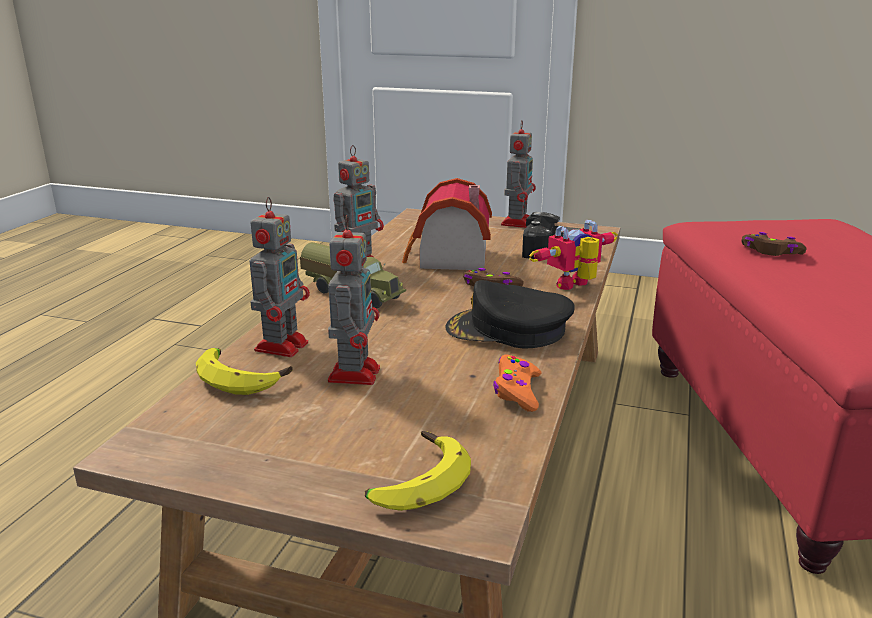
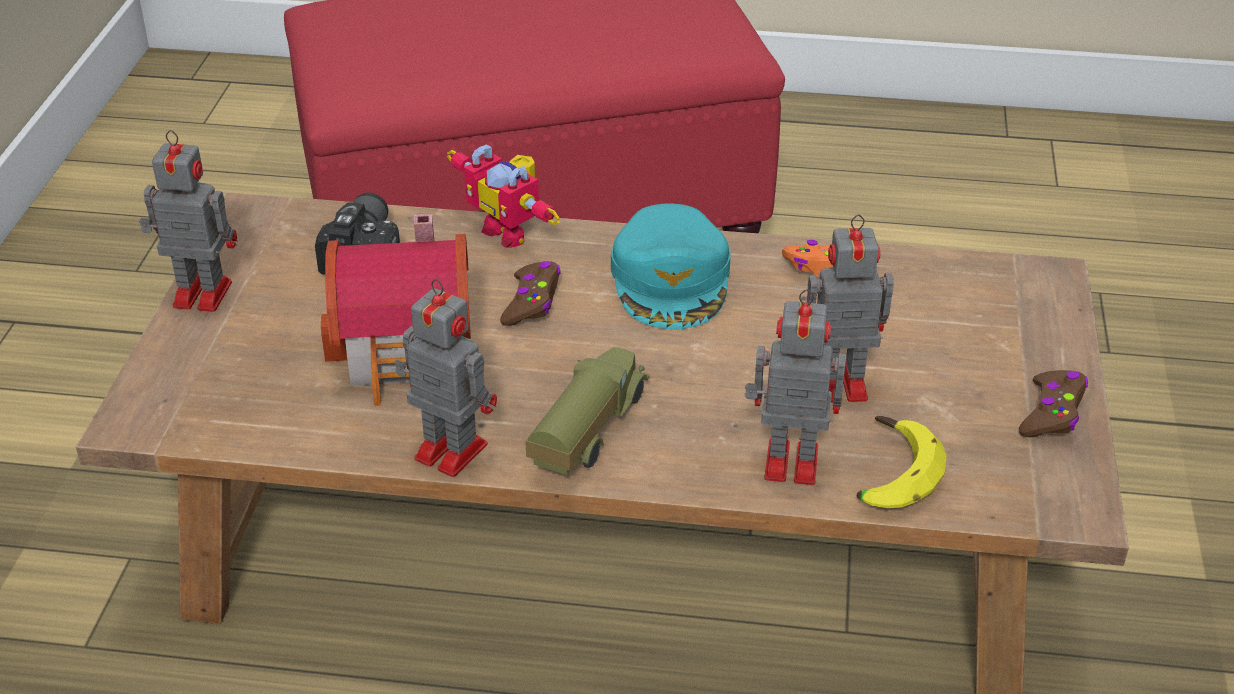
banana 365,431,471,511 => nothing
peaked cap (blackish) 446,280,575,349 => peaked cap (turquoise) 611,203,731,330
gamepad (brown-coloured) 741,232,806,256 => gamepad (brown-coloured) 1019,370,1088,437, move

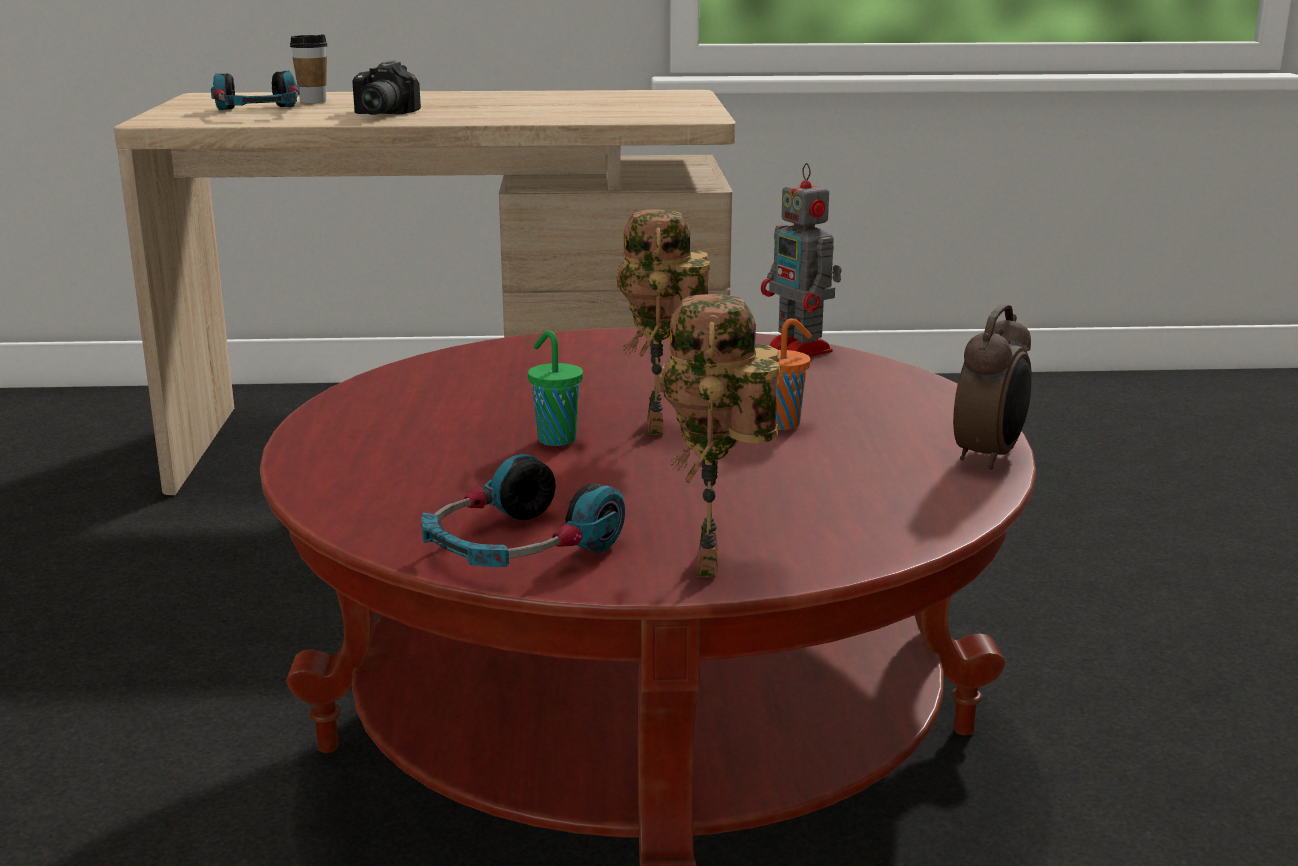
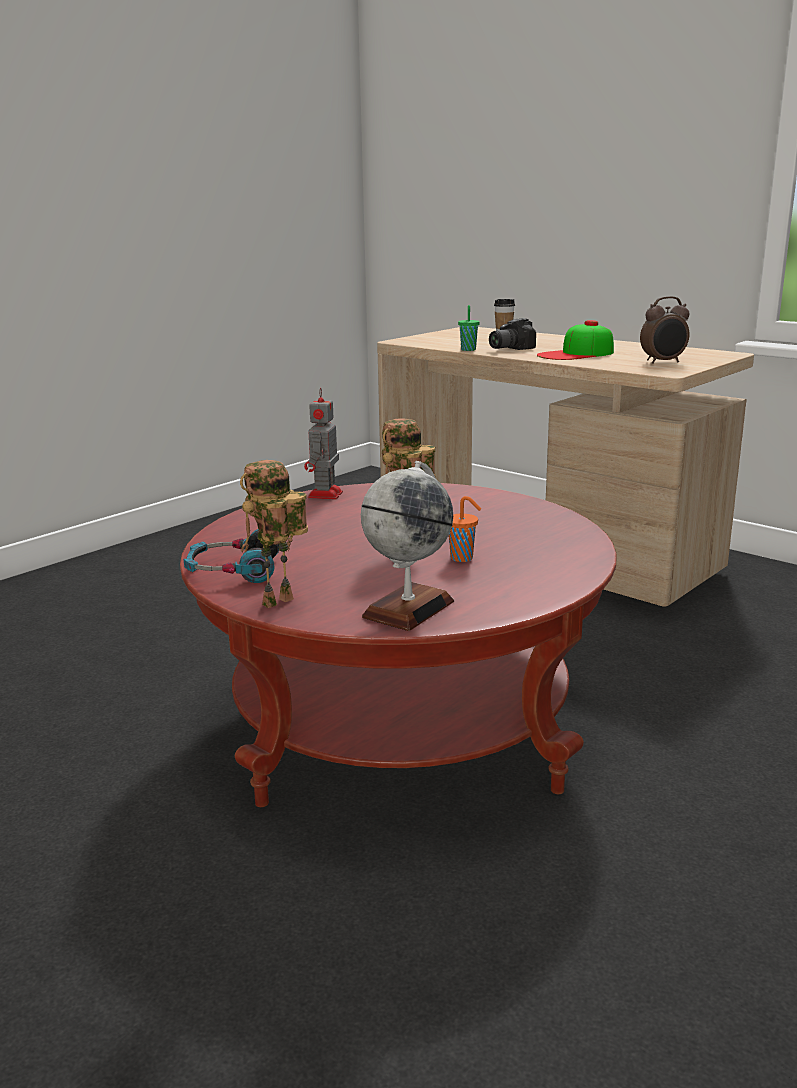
headphones 211,71,300,110 => nothing
cup (green-coloured) 528,330,583,446 => cup (green-coloured) 458,305,480,351, move
toy robot 761,163,841,357 => toy robot 304,388,343,499, move
table clock 953,304,1032,470 => table clock 640,296,690,364, move
nothing => globe 361,461,454,631
nothing => peaked cap 537,320,614,360

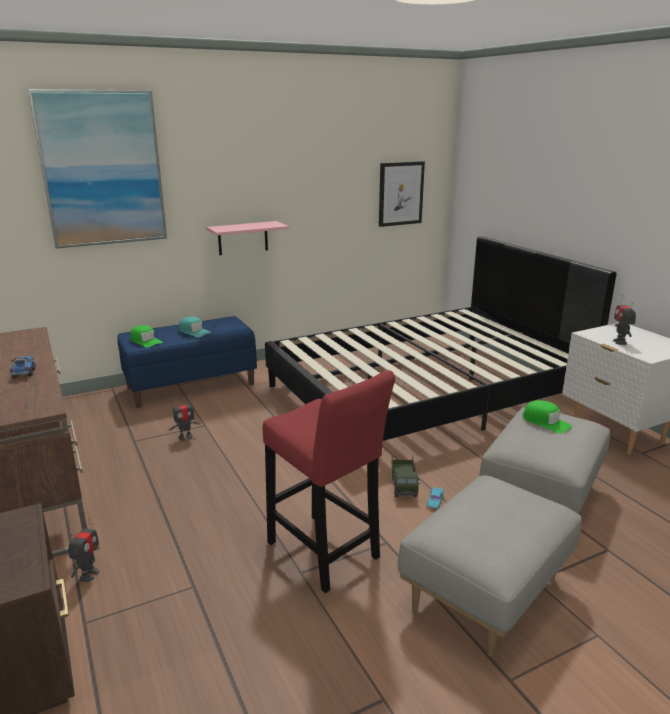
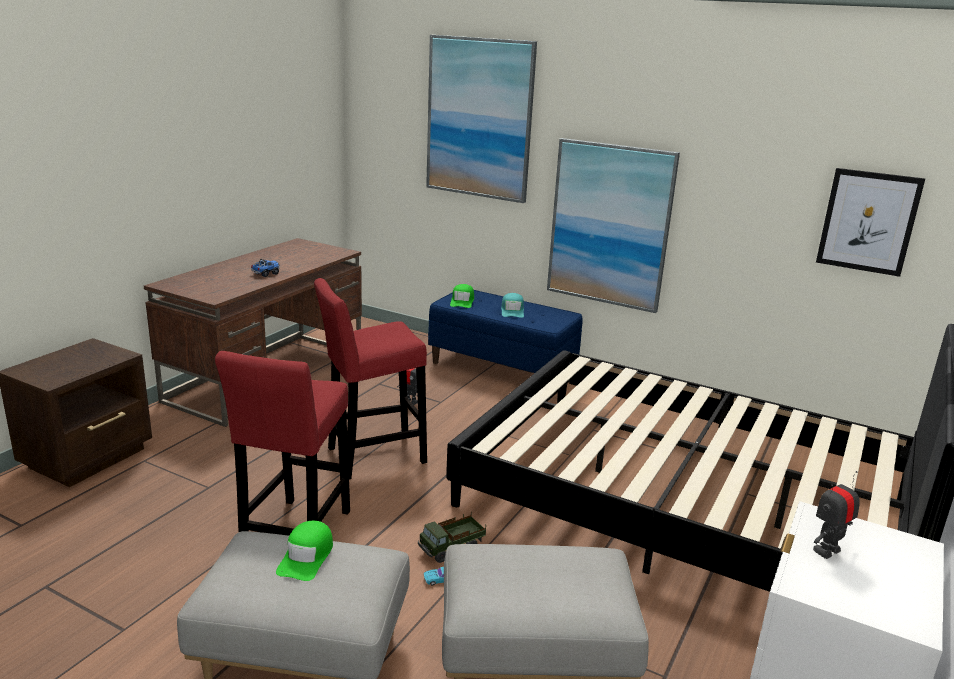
toy robot 68,517,99,582 => nothing
bracket shelf (pink) 207,221,289,255 => wall picture 547,138,680,313
peaked cap (green-coloured) 522,400,572,434 => peaked cap (green-coloured) 276,521,333,581, move
nothing => stool (red) 314,278,427,480

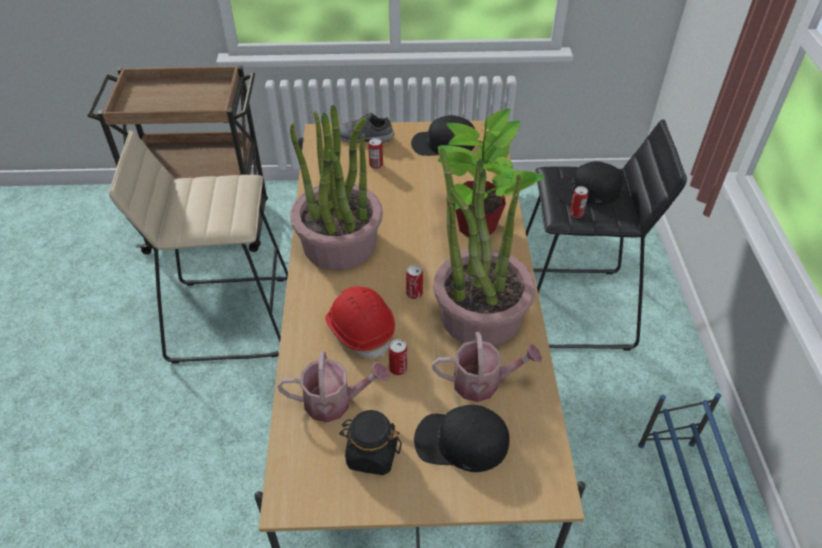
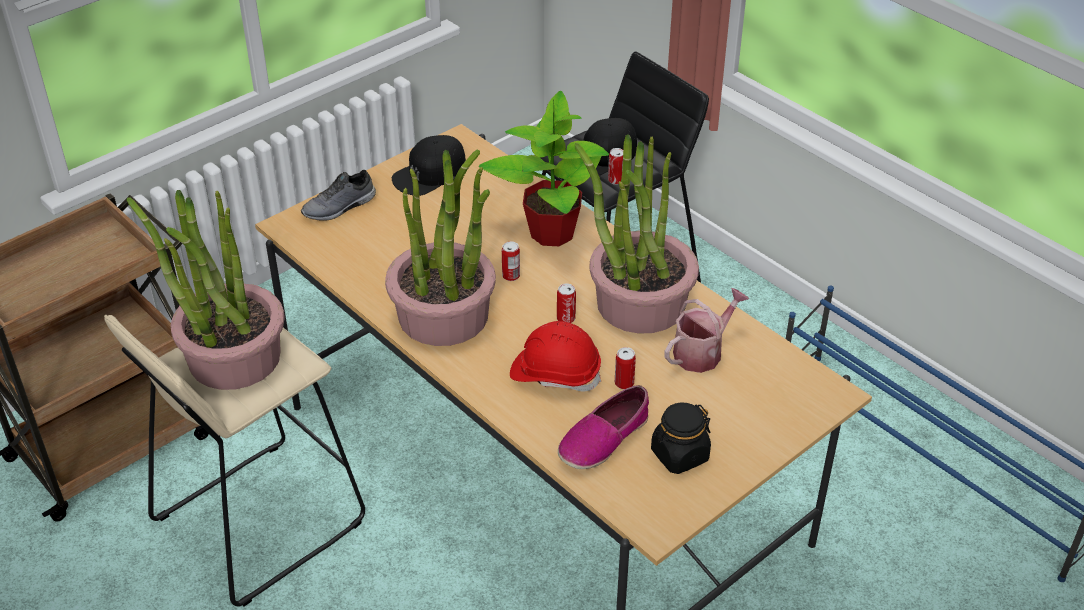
watering pot 277,351,389,423 => shoe 558,385,649,469
sealed can 368,138,383,169 => sealed can 502,241,520,281, move
peaked cap (blackish) 414,405,510,472 => nothing
nothing => potted plant 127,190,284,390

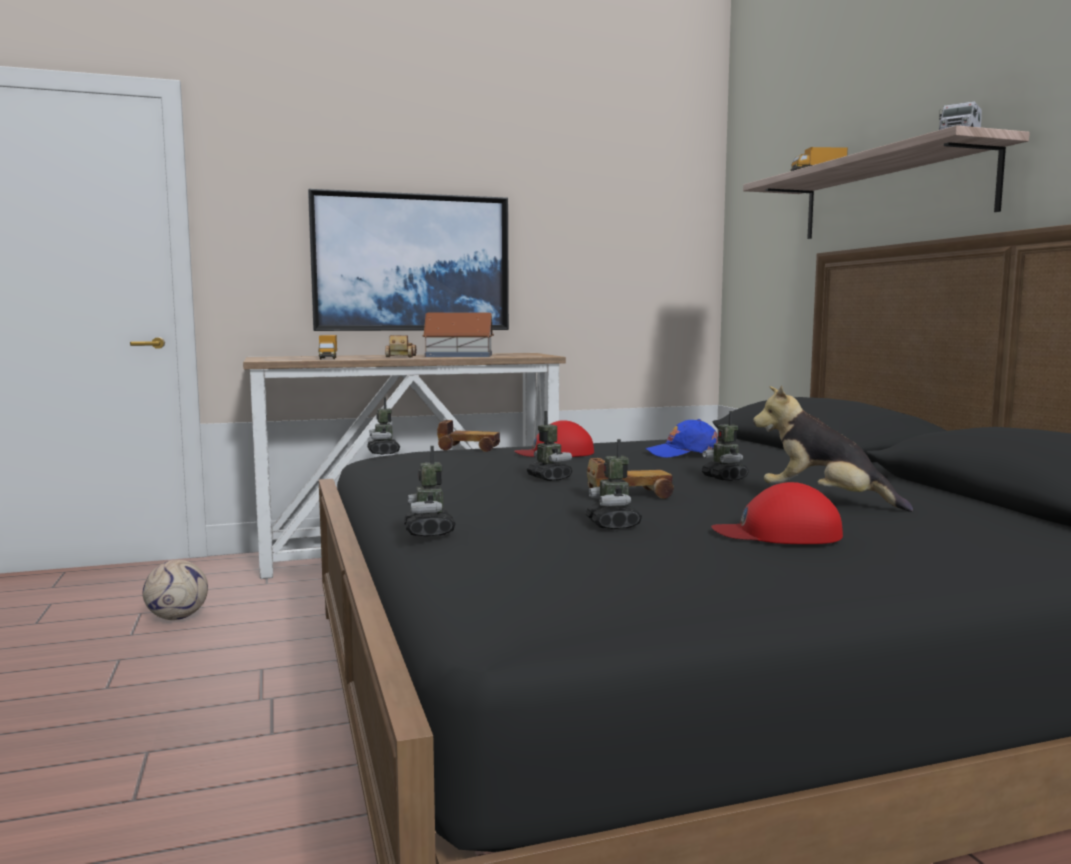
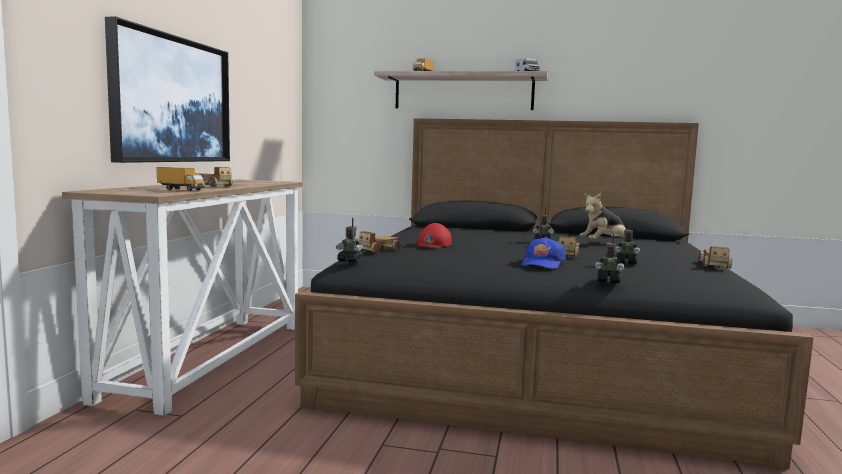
football ball 143,560,208,620 => nothing
miniature house 423,312,494,357 => nothing
toy robot 527,411,572,481 => nothing
peaked cap (blue-coloured) 645,419,718,458 => peaked cap (blue-coloured) 521,237,566,269, move
peaked cap (red) 711,482,843,544 => nothing
nothing => miniature car 699,246,732,268

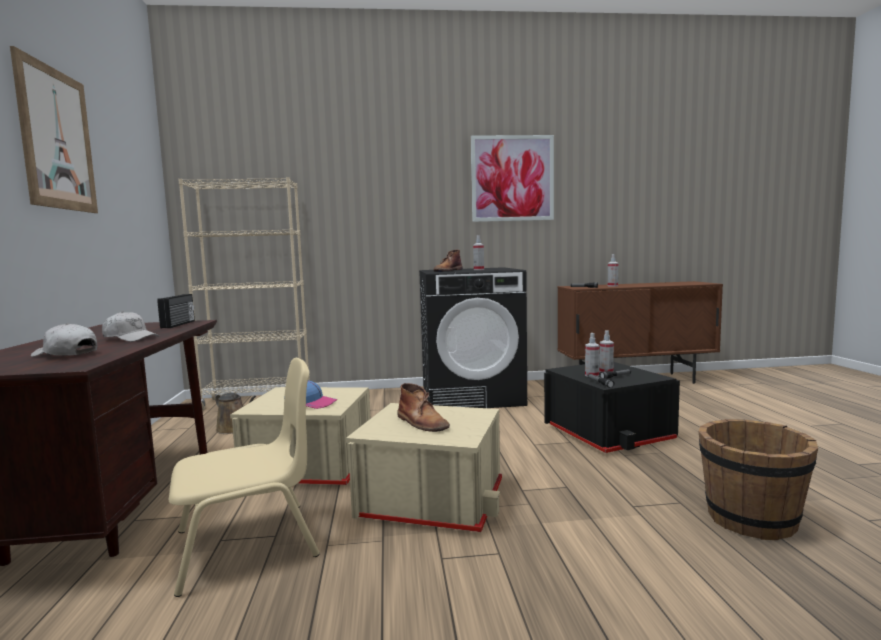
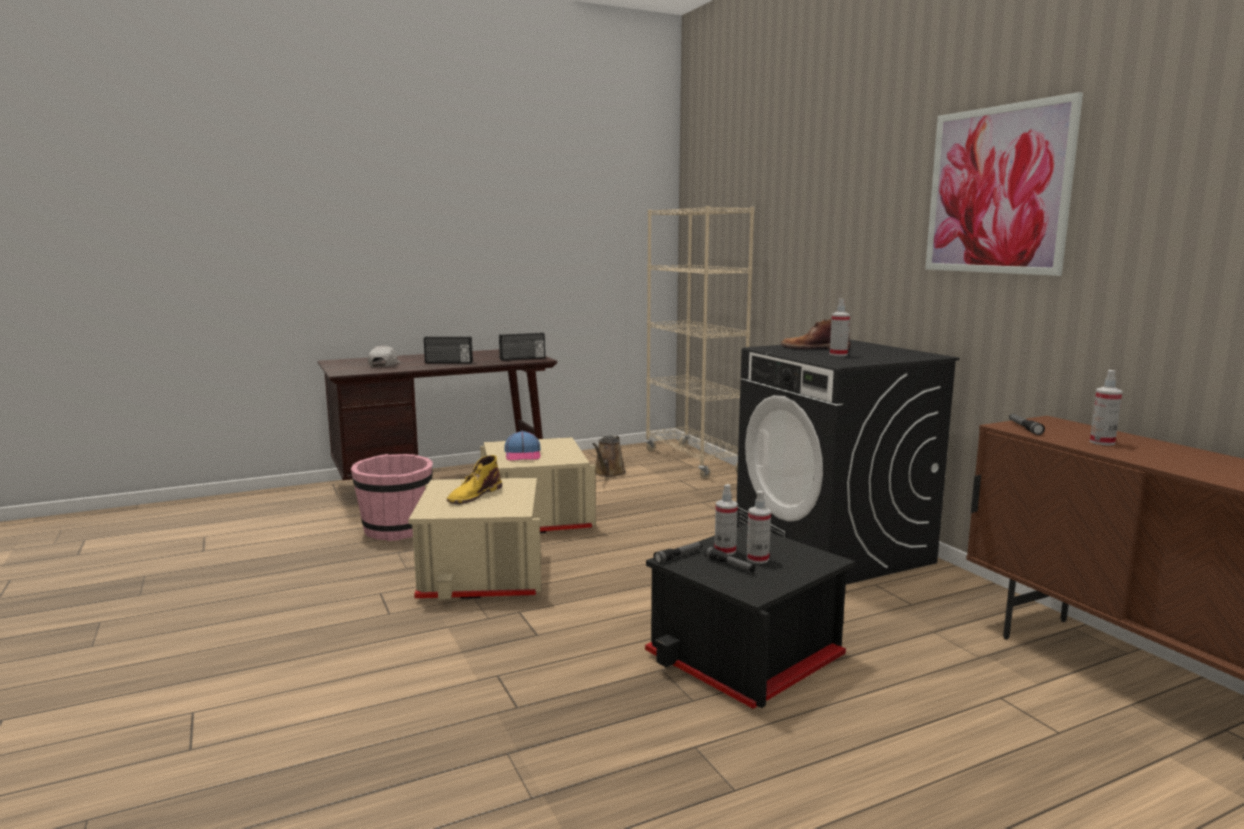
wall picture 10,46,98,213 => nothing
peaked cap (white) 102,311,159,342 => radio 424,337,473,363
plain chair (beige-coloured) 169,358,320,597 => pail (pink) 351,454,433,541
high-top boot (brown-coloured) 397,383,450,432 => high-top boot (yellow) 447,455,502,504
pail (brown-coloured) 699,419,818,540 => nothing

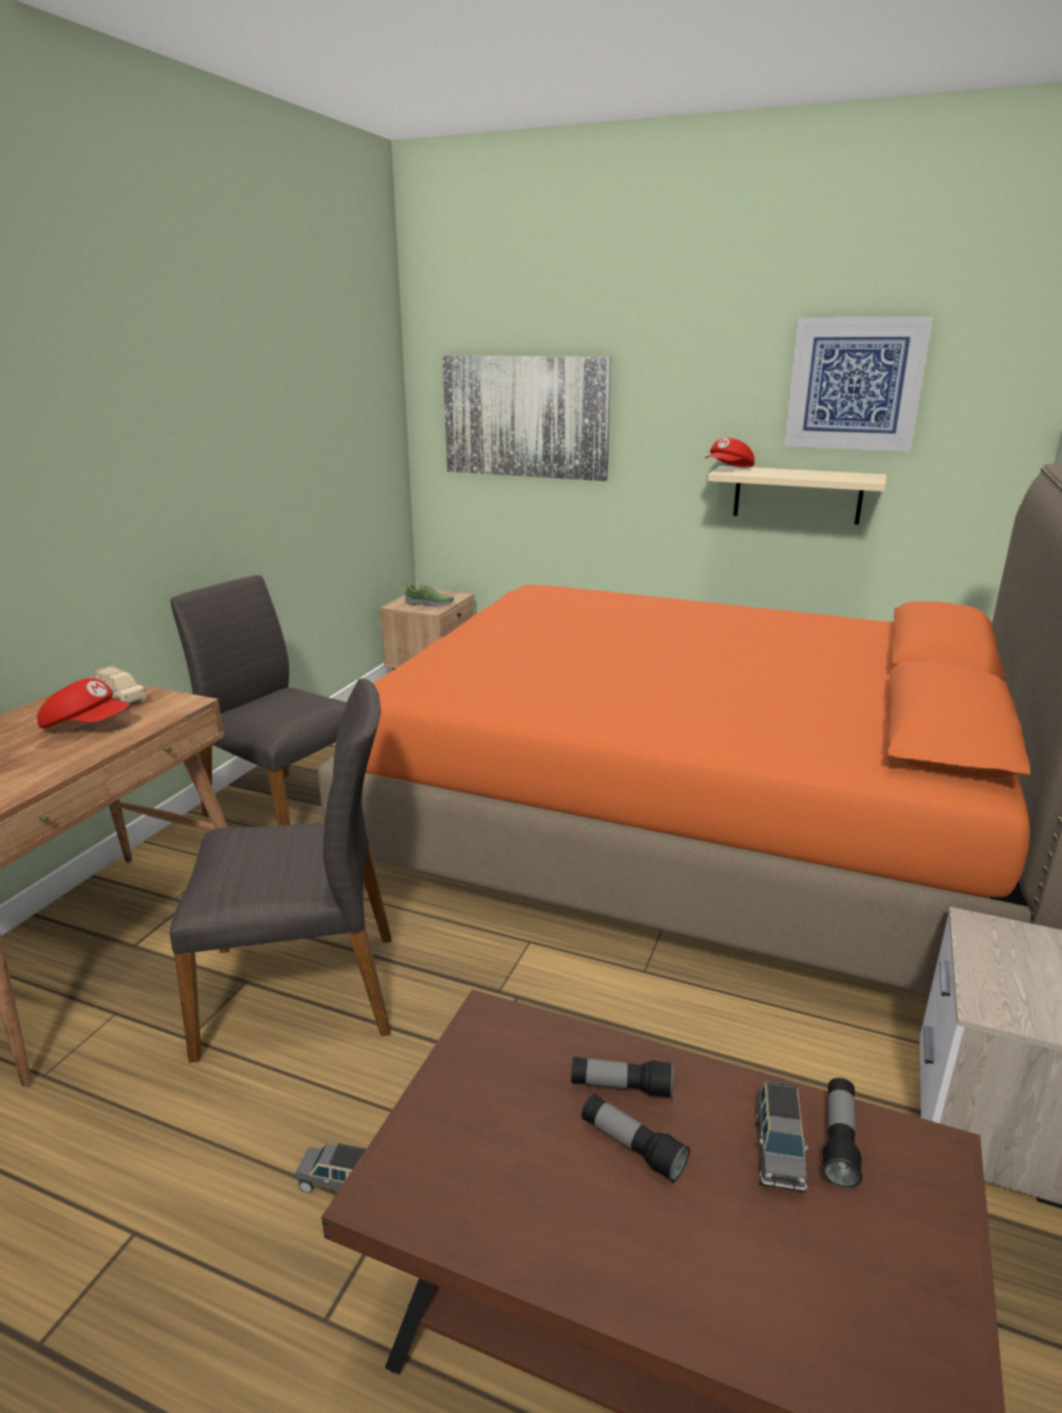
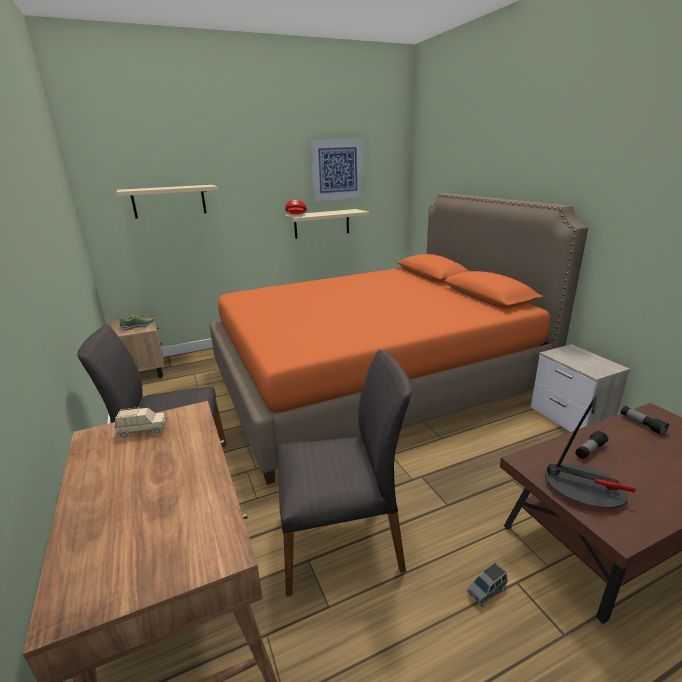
peaked cap (red) 37,678,130,728 => nothing
plain chair (gray) 170,678,391,1063 => plain chair (gray) 278,350,412,597, 45 degrees clockwise
wall picture 443,356,612,481 => bracket shelf (beige-coloured) 116,185,218,218
hand torch 582,1094,690,1183 => nothing
miniature car (gray) 756,1081,808,1192 => nothing
nothing => tabletop lamp 545,395,636,508

